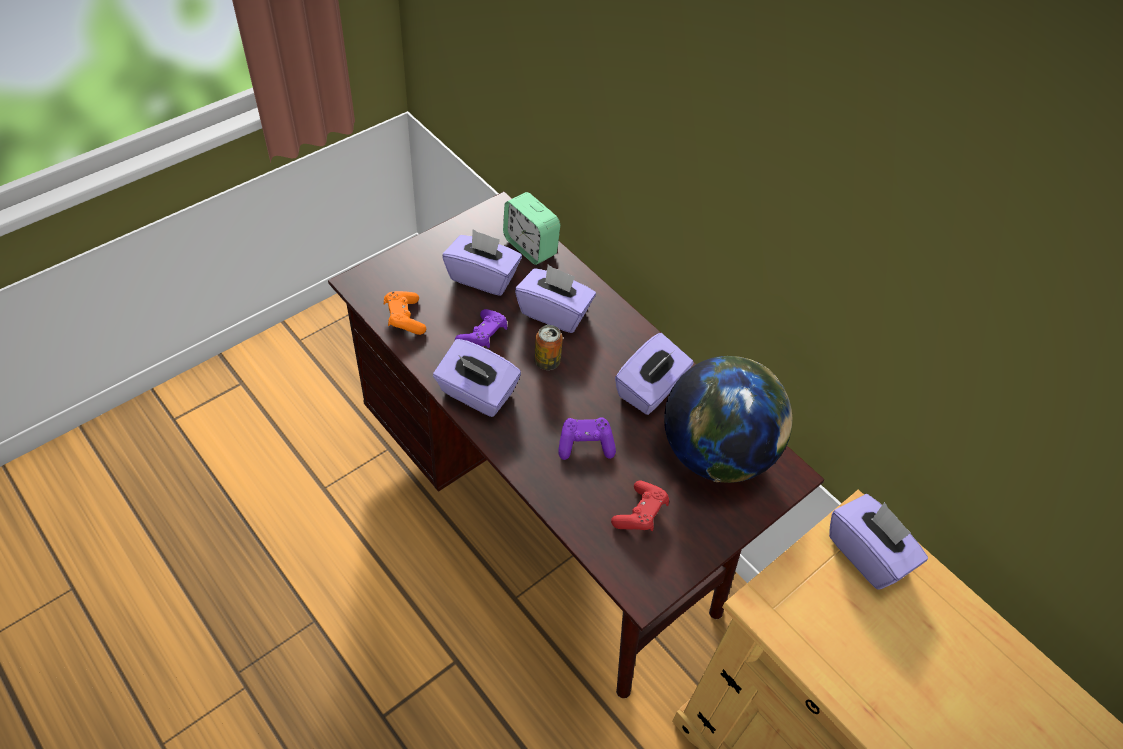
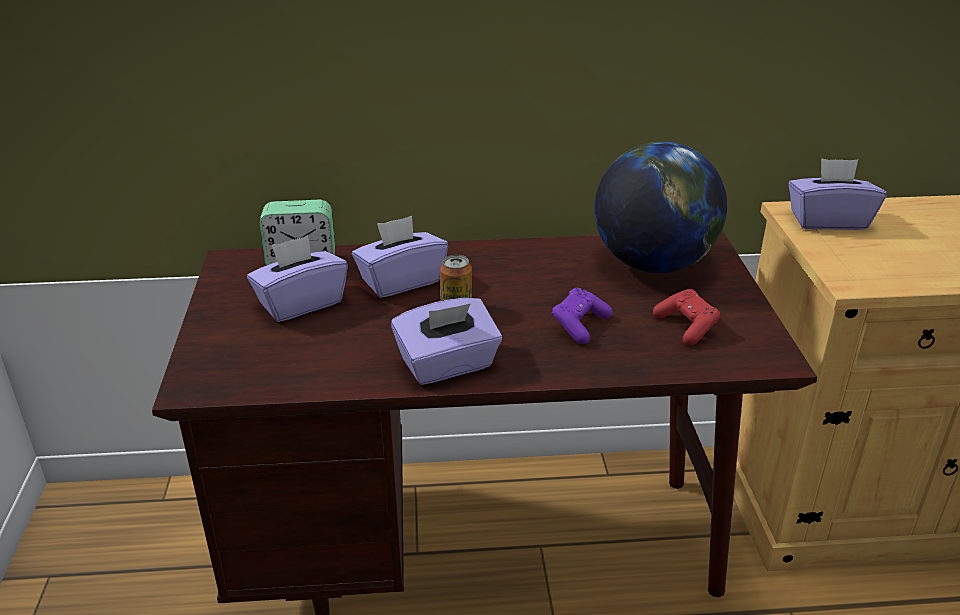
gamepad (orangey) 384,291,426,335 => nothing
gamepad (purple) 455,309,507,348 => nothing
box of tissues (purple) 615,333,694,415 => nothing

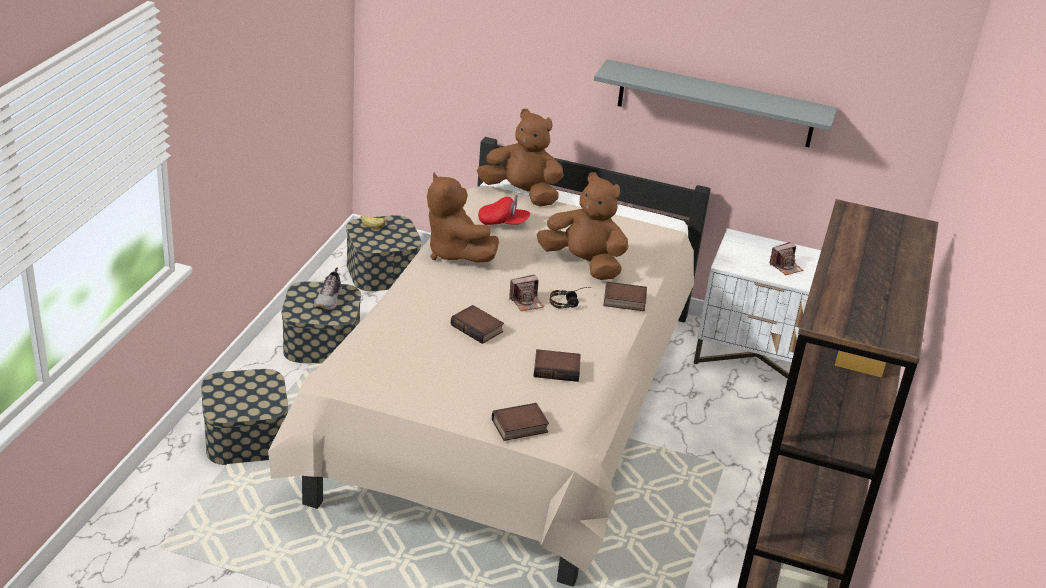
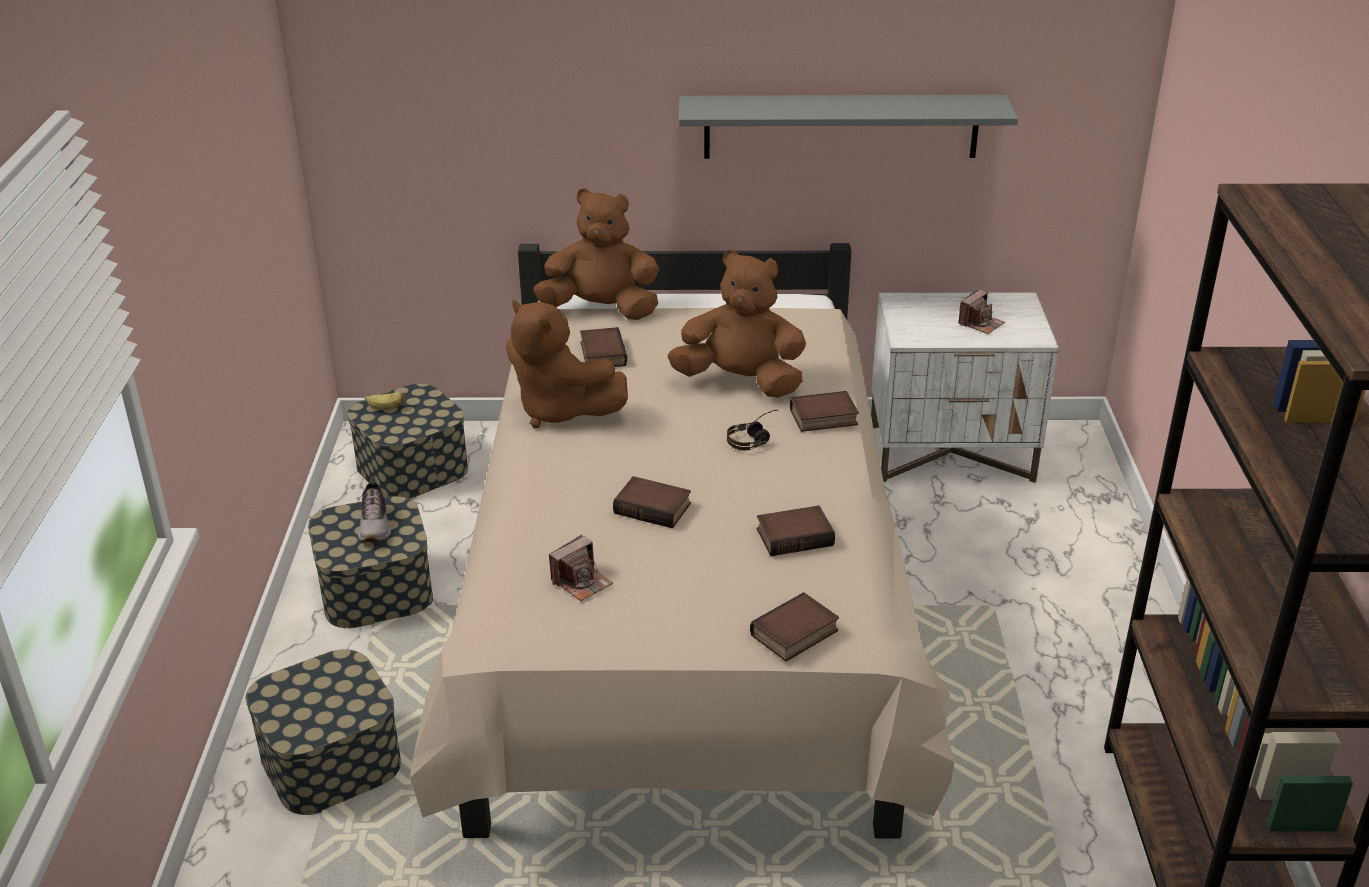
peaked cap (red) 478,195,530,225 => bound book 580,327,627,367
photo camera 509,275,544,311 => photo camera 549,535,613,601, move

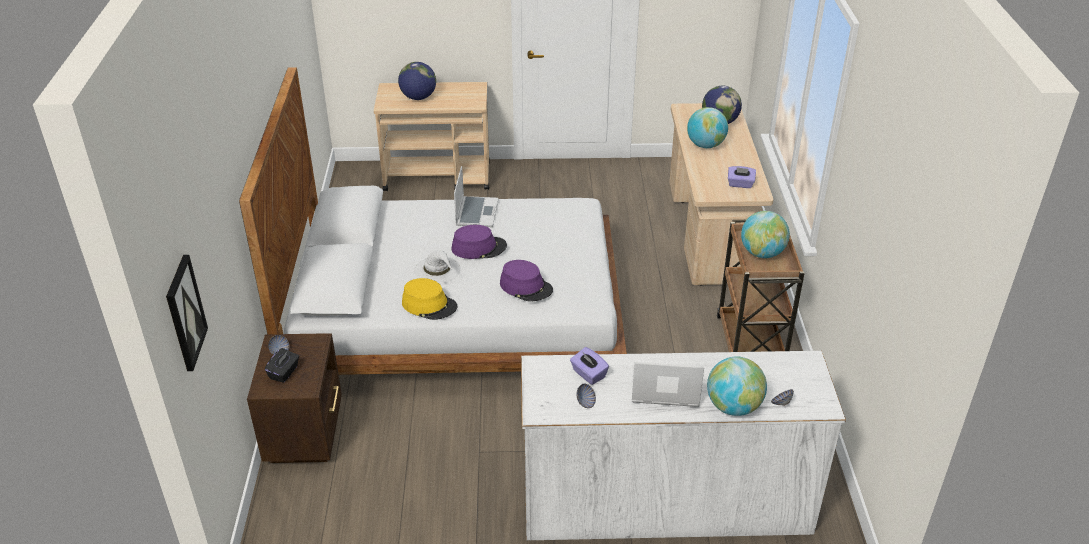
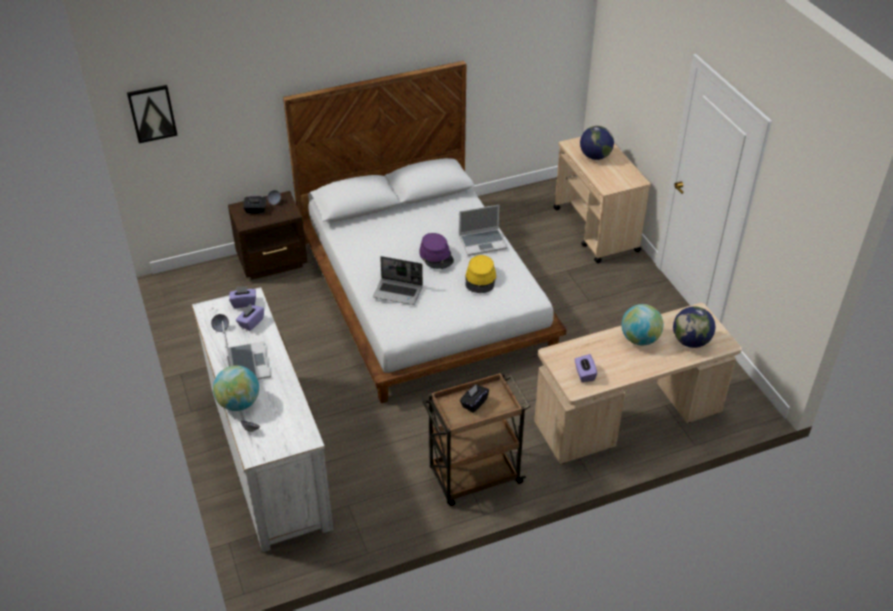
hat (yellow) 402,278,457,320 => hat (yellow) 465,255,496,293, move
hat (white) 414,250,461,284 => nothing
hat (purple) 500,260,553,302 => laptop 373,256,423,305
globe 741,211,790,258 => box of tissues (blackish) 460,385,489,413
nothing => box of tissues (purple) 229,286,256,308

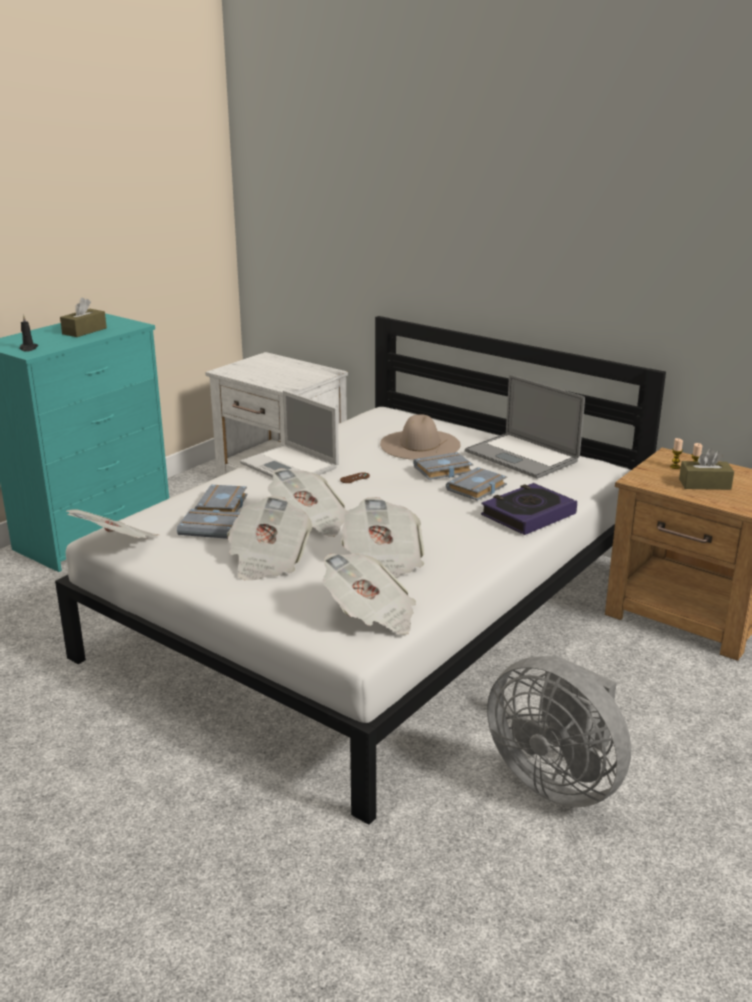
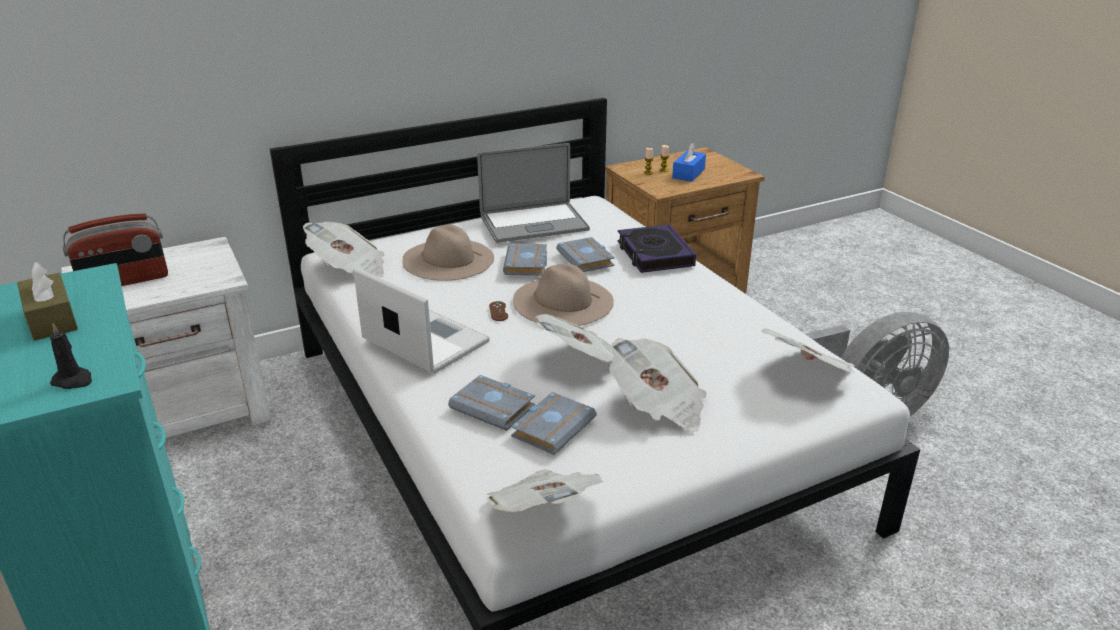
laptop 240,390,339,477 => laptop 353,268,490,374, 120 degrees counterclockwise
daily paper 341,497,424,578 => daily paper 303,222,385,277, move
box of tissues (brown-coloured) 679,449,734,490 => box of tissues (blue-coloured) 672,142,706,182
nothing => radio 63,213,168,286
nothing => hat (beige-coloured) 513,264,614,326

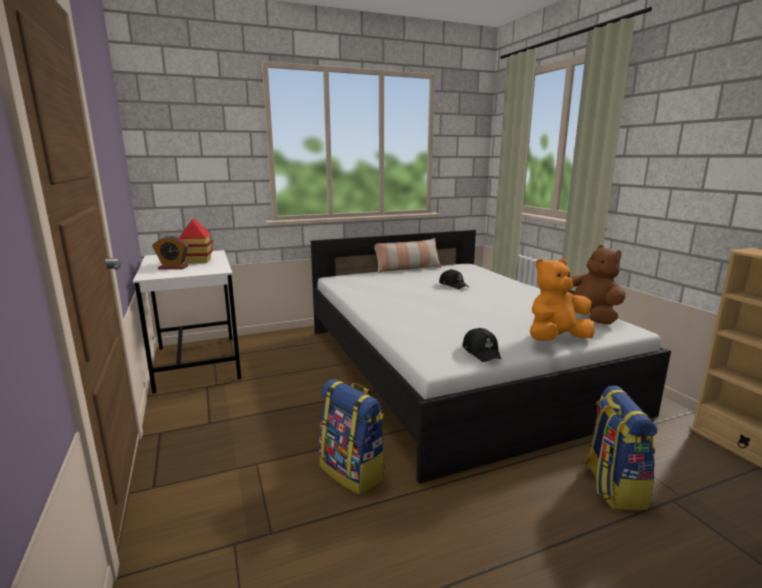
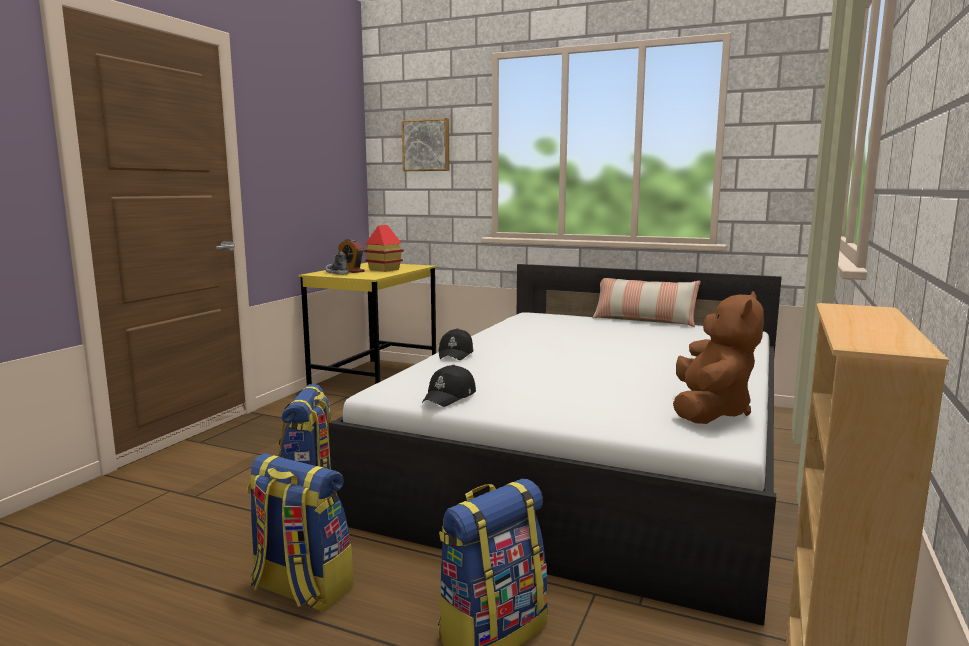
desk unit (white) 133,250,241,393 => desk unit (yellow) 298,262,437,385
peaked cap (blackish) 439,269,469,289 => peaked cap (blackish) 438,328,473,360, move
cuddly toy (orangey) 530,259,595,340 => nothing
nothing => knapsack 247,453,353,612
nothing => shoe 325,251,349,275
nothing => wall picture 402,118,449,171

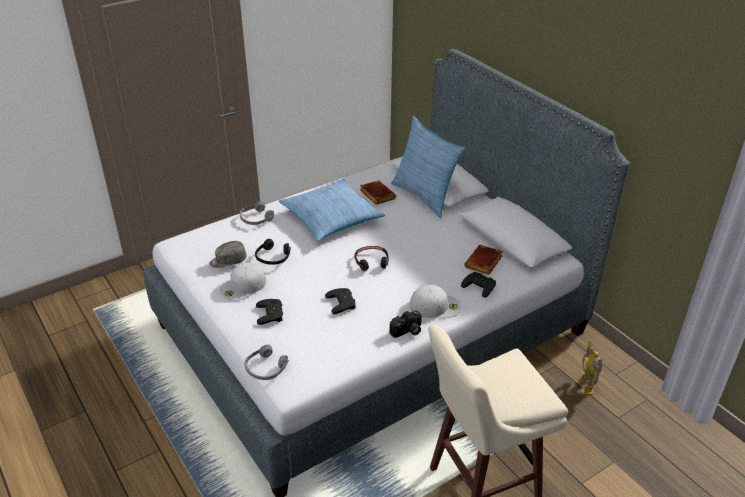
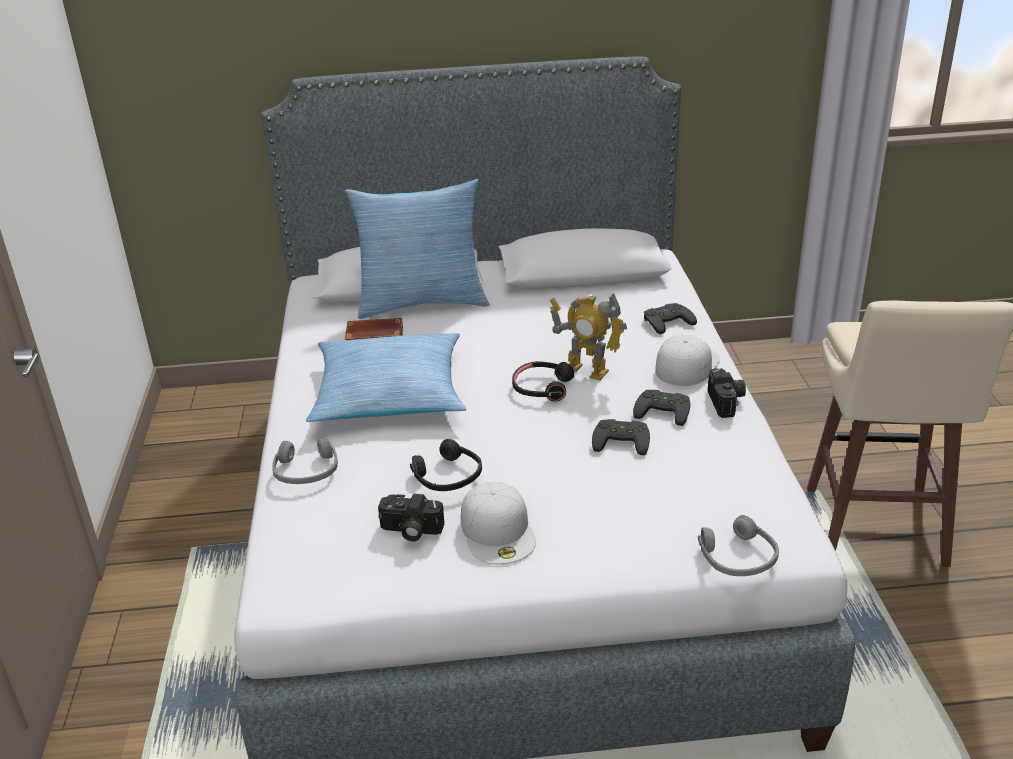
peaked cap (gray) 210,241,246,268 => photo camera 378,494,445,542
gamepad (blackish) 256,299,283,325 => gamepad (blackish) 633,390,691,426, move
bound book (brown-coloured) 464,245,503,275 => nothing
toy robot 580,340,603,395 => toy robot 550,293,627,380, move

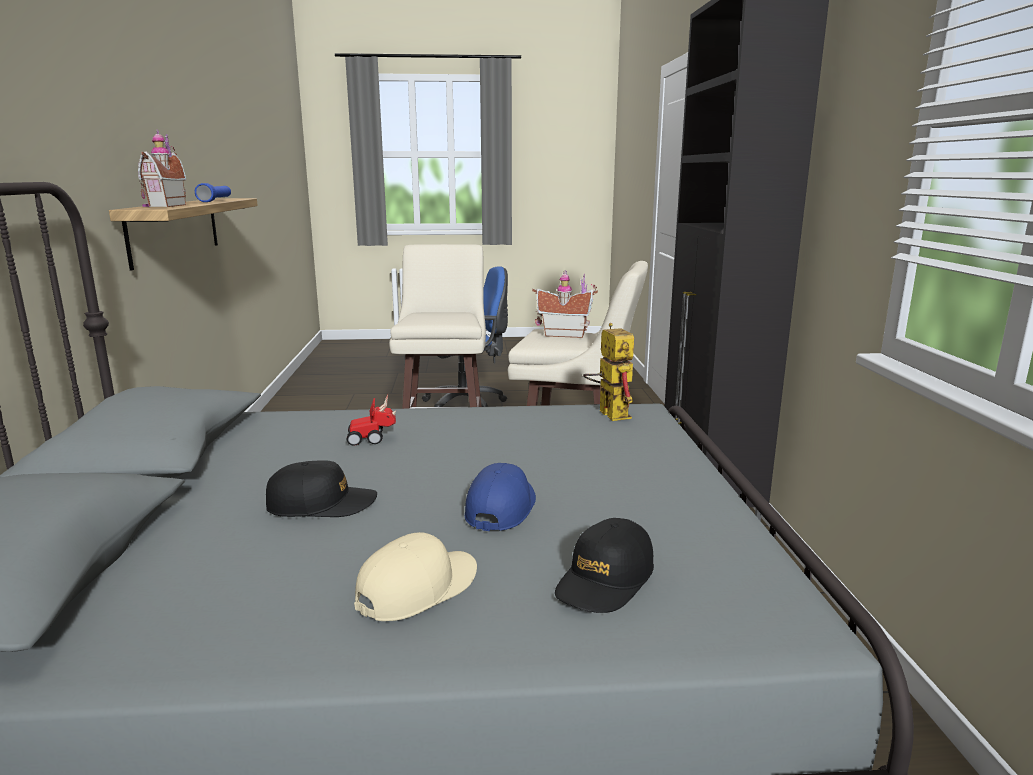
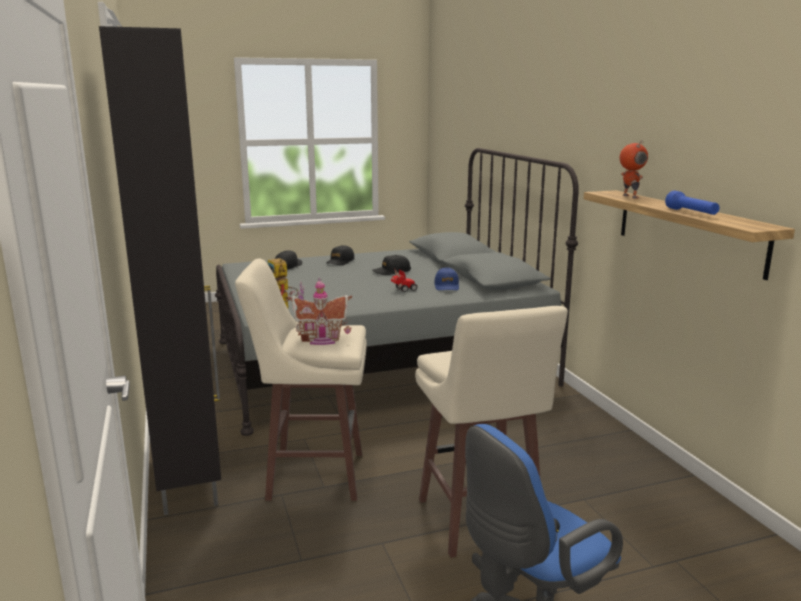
miniature house 138,129,186,207 => toy robot 620,140,648,198
peaked cap (beige-coloured) 354,532,477,621 => peaked cap (blackish) 326,245,355,265
peaked cap (blue-coloured) 465,463,536,531 => peaked cap (blue-coloured) 434,267,459,290, move

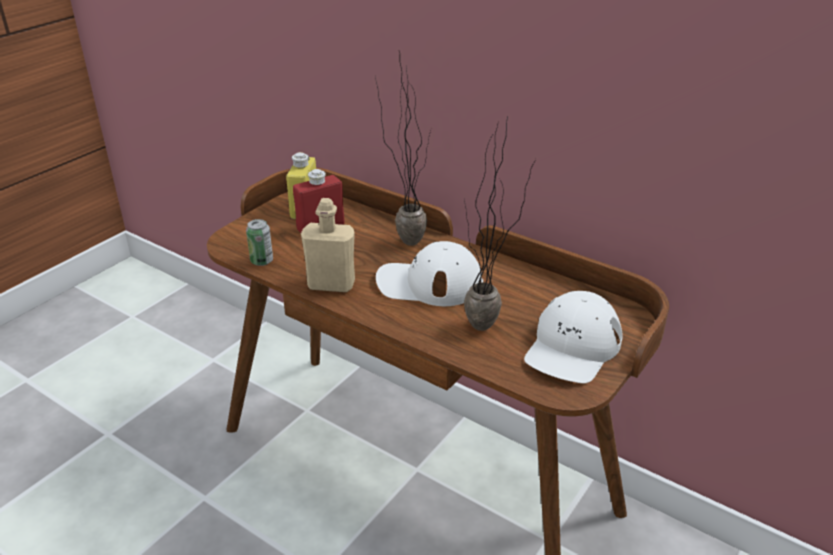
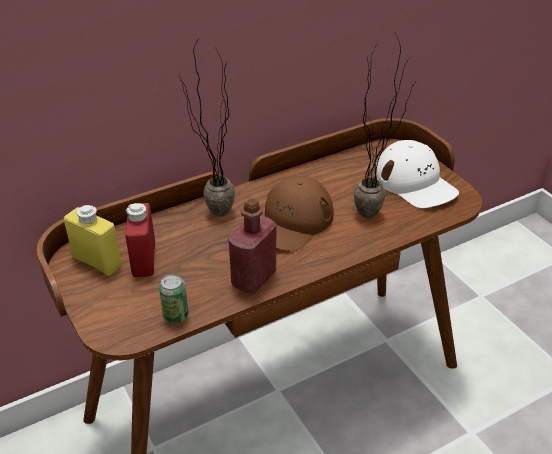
beverage bottle (beige-coloured) 301,198,355,292 => beverage bottle (red) 228,198,277,294
peaked cap (white) 376,241,483,306 => peaked cap (brown-coloured) 264,176,333,251

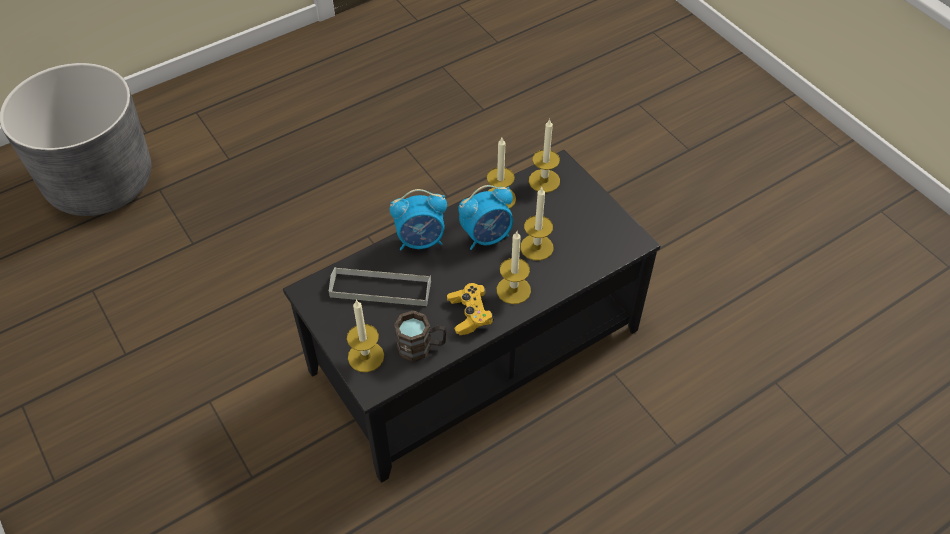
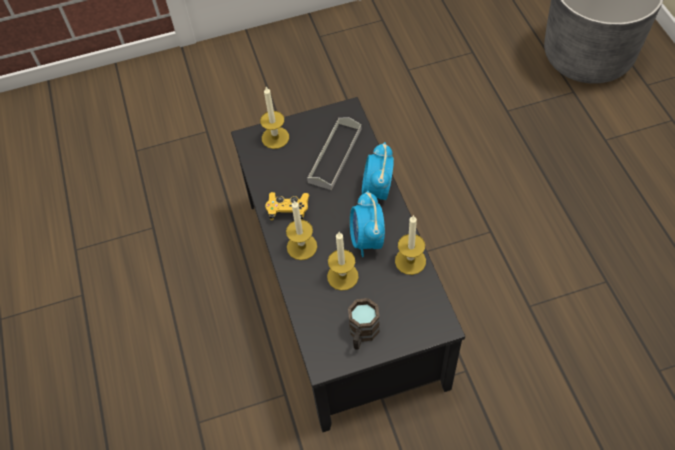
tea mug (brown-coloured) 394,310,447,362 => tea mug (brown-coloured) 348,298,380,350, move
wax light 529,119,560,193 => nothing

